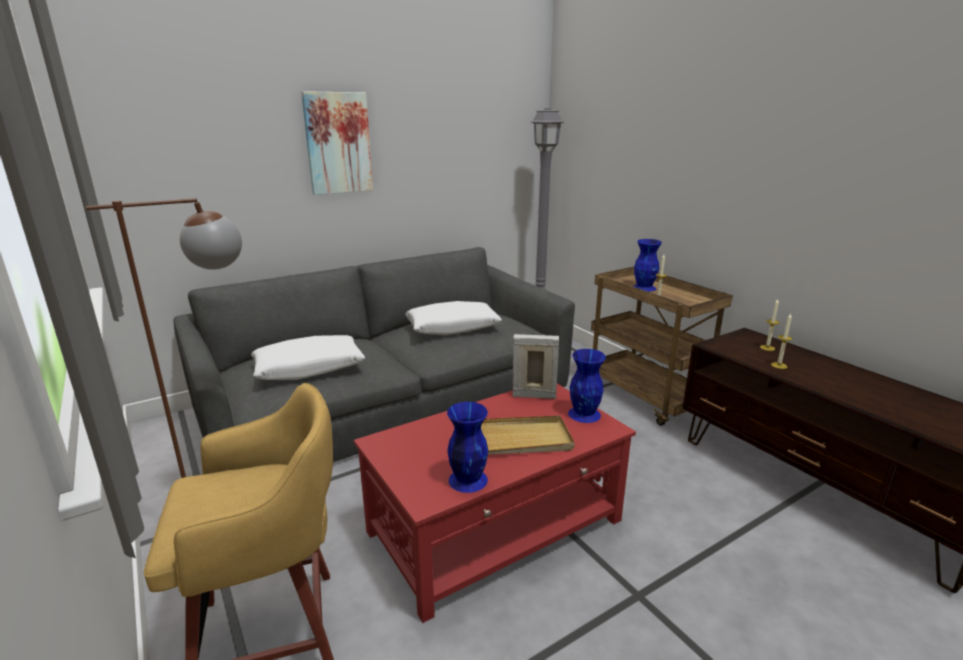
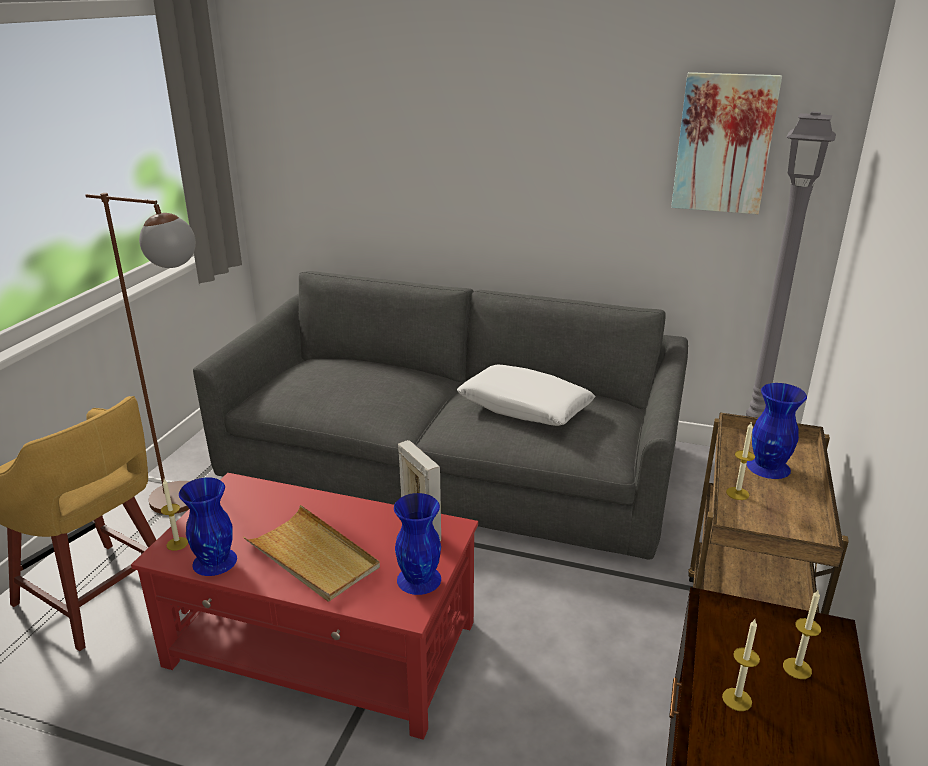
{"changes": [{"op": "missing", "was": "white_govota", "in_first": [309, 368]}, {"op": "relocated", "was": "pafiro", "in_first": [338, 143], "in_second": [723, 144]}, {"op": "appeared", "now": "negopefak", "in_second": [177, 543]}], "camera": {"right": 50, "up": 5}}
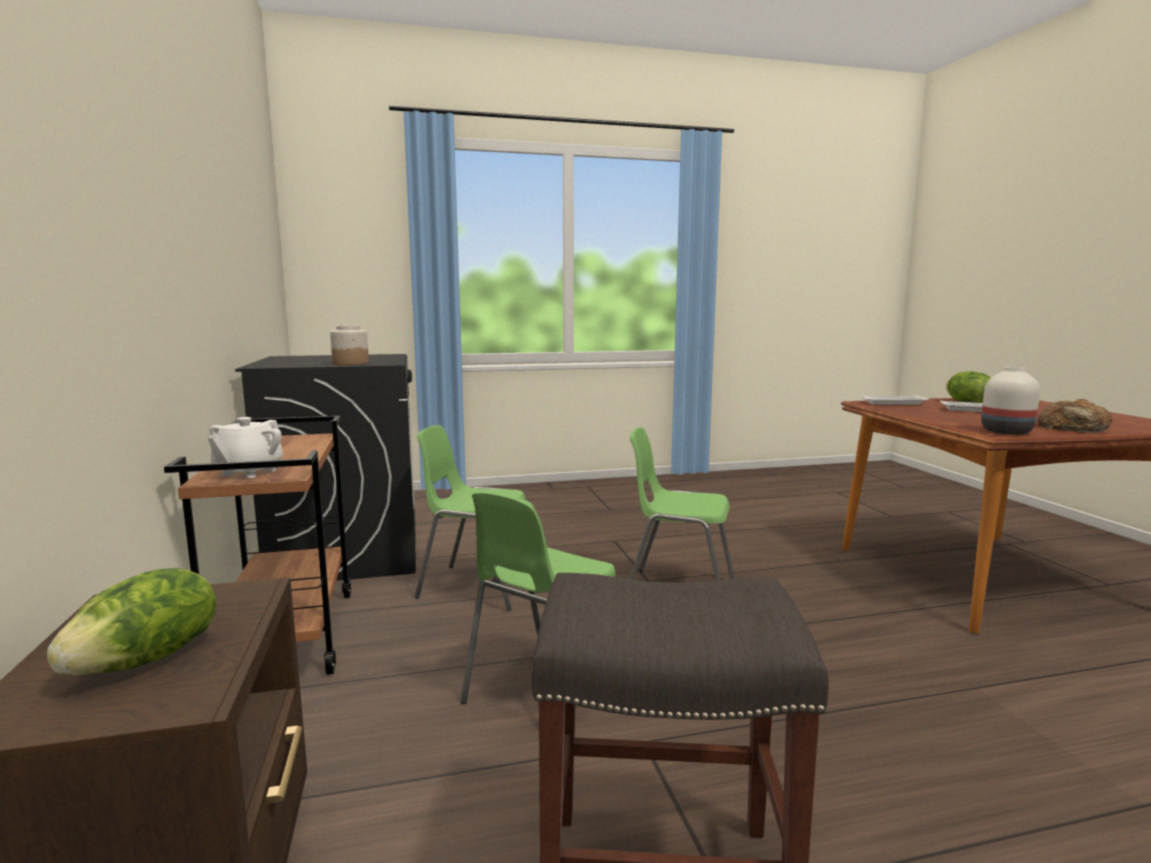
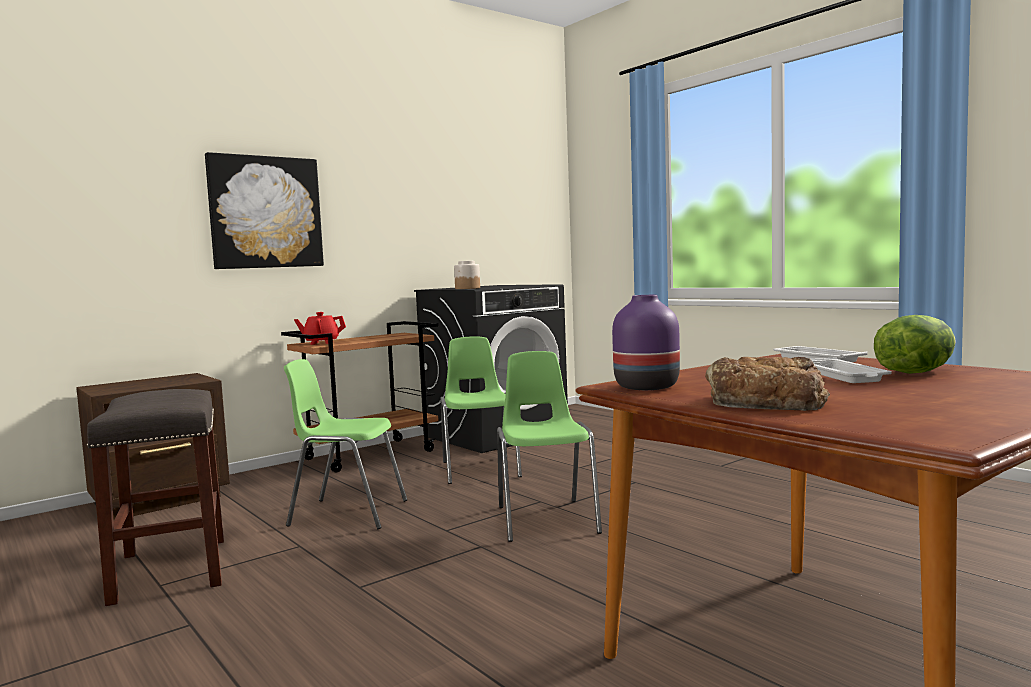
{"changes": [{"op": "missing", "was": "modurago", "in_first": [148, 660]}, {"op": "colour", "was": "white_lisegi", "now": "red_lisegi", "in_first": [248, 472], "in_second": [321, 343]}, {"op": "colour", "was": "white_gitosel", "now": "purple_gitosel", "in_first": [1005, 431], "in_second": [645, 386]}, {"op": "appeared", "now": "pafiro", "in_second": [265, 212]}], "camera": {"right": 65, "up": -5}}
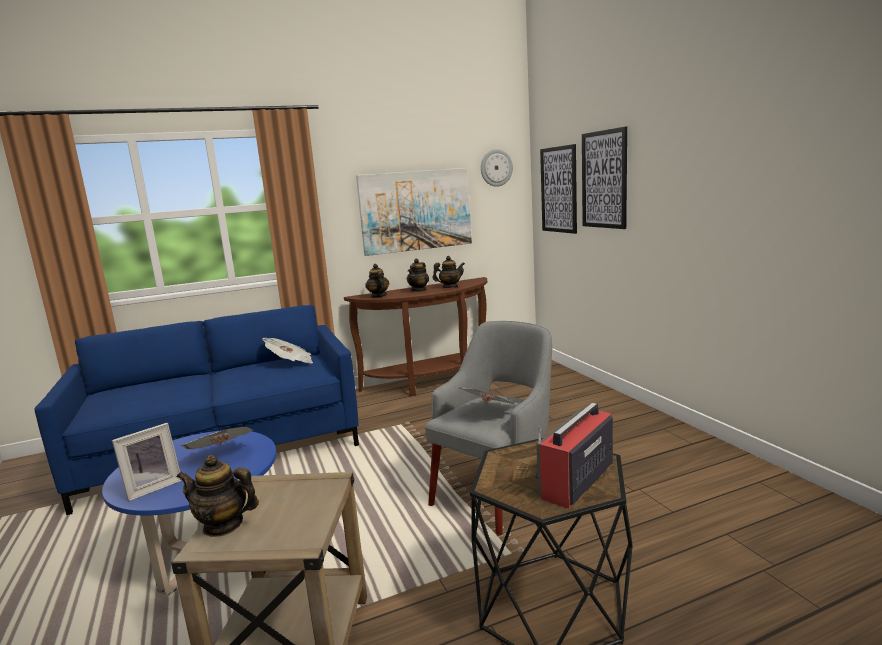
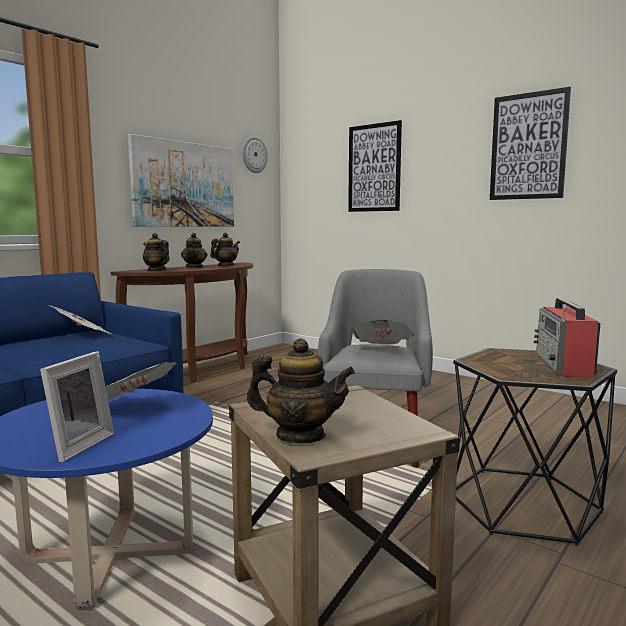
{"changes": [{"op": "spun", "was": "lisegi", "in_first": [223, 525], "in_second": [300, 436], "clockwise": -150}, {"op": "relocated", "was": "pafiro", "in_first": [559, 190], "in_second": [528, 146]}], "camera": {"right": -30, "up": -5}}
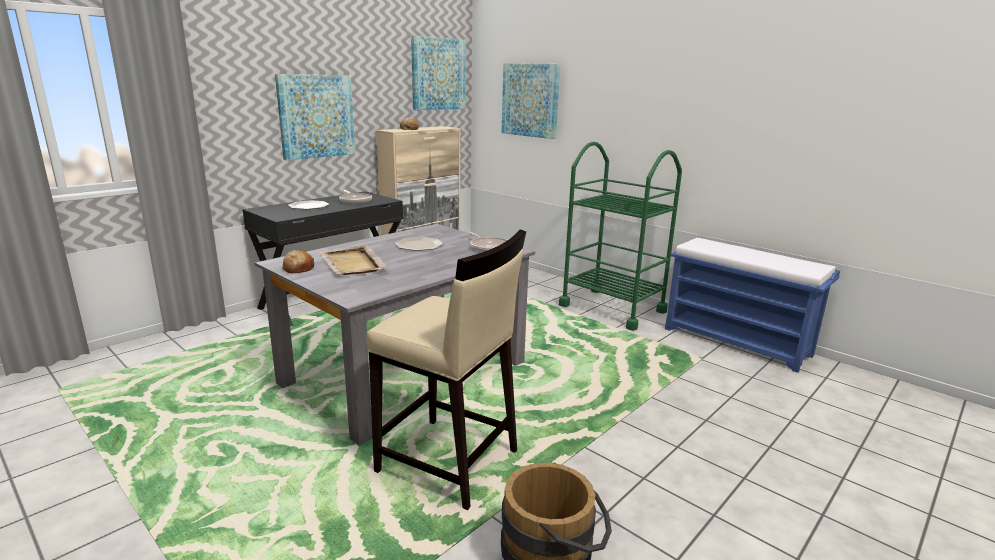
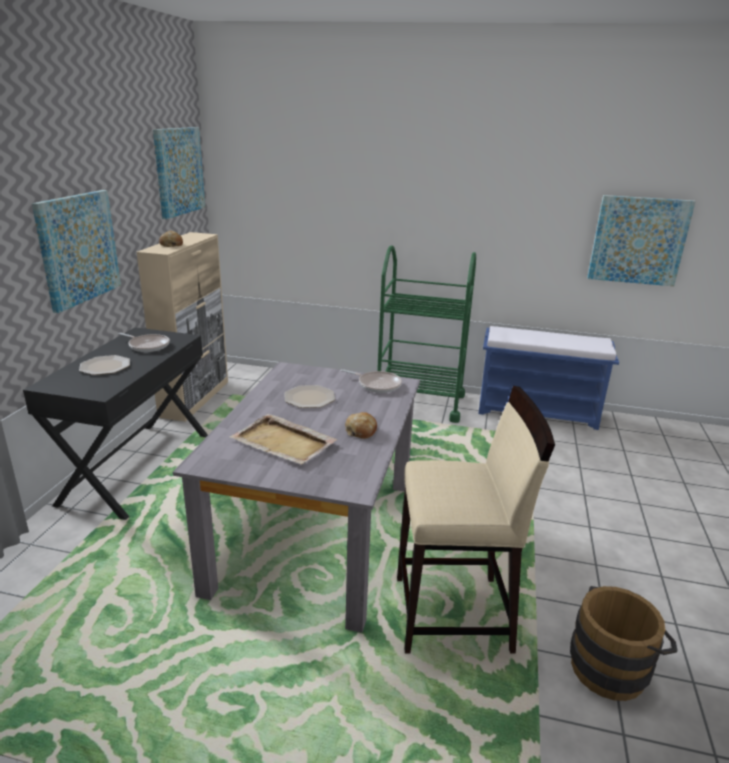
{"changes": [{"op": "relocated", "was": "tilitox", "in_first": [298, 268], "in_second": [361, 431]}, {"op": "relocated", "was": "pafiro", "in_first": [530, 100], "in_second": [638, 240]}], "camera": {"right": -30, "up": 5}}
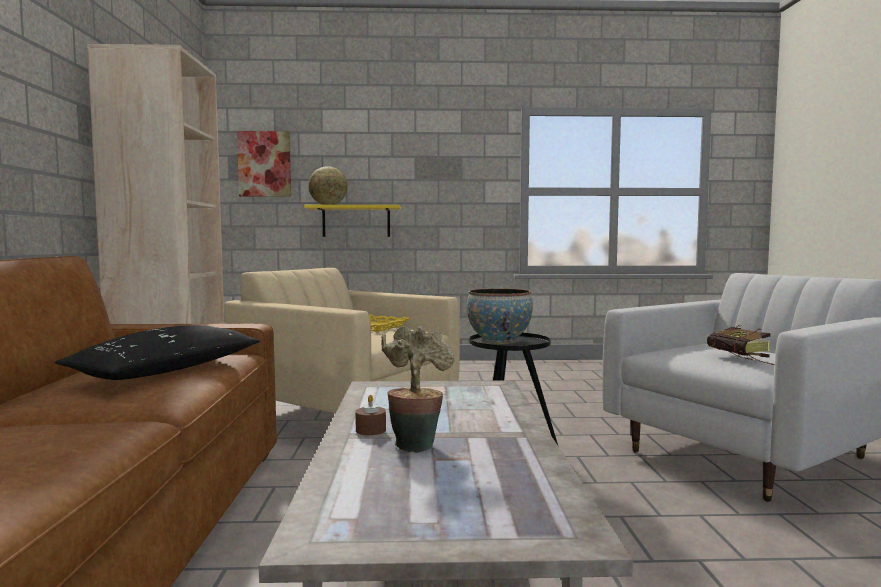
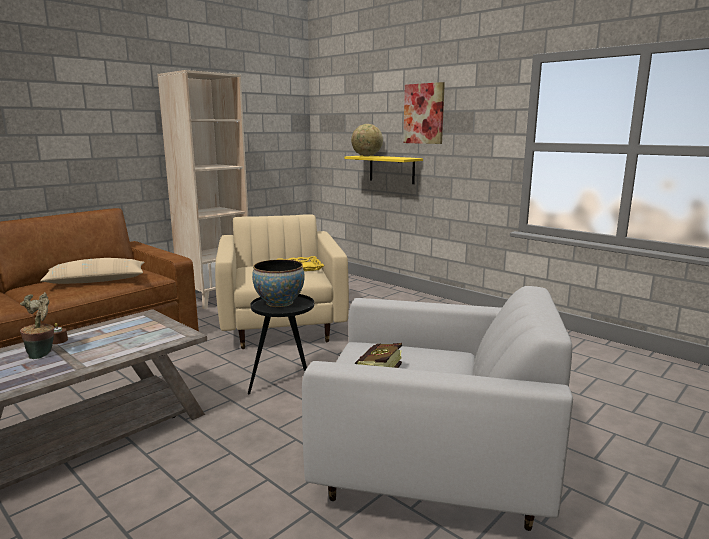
{"changes": [{"op": "colour", "was": "black_govota", "now": "beige_govota", "in_first": [168, 371], "in_second": [96, 281]}, {"op": "relocated", "was": "pafiro", "in_first": [264, 164], "in_second": [424, 113]}], "camera": {"right": 45, "up": 10}}
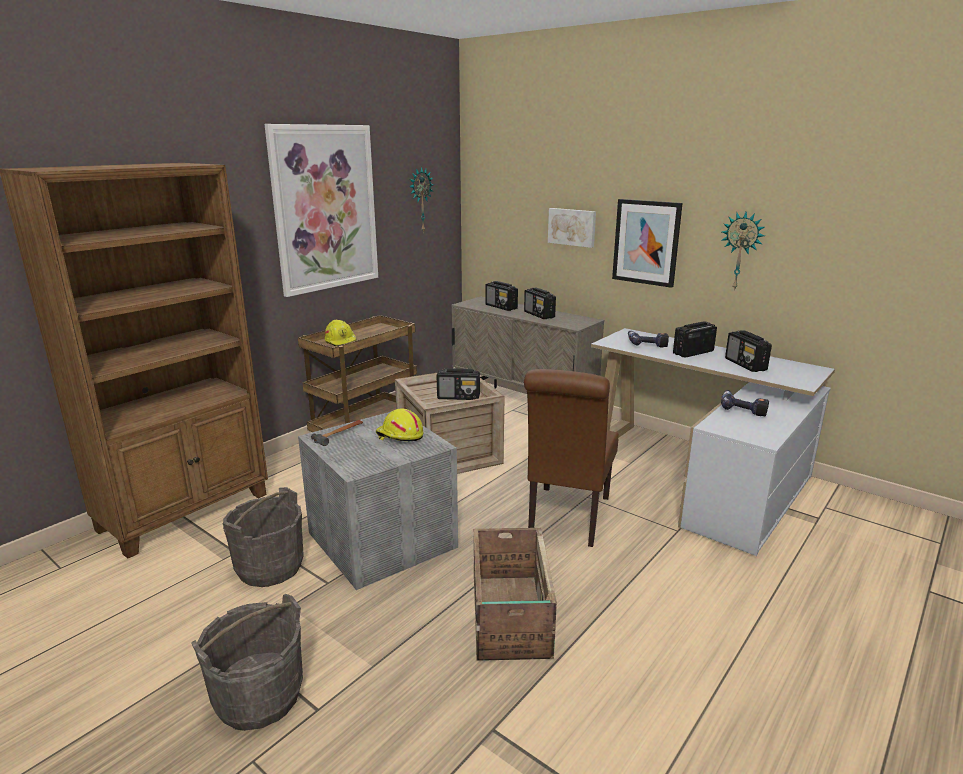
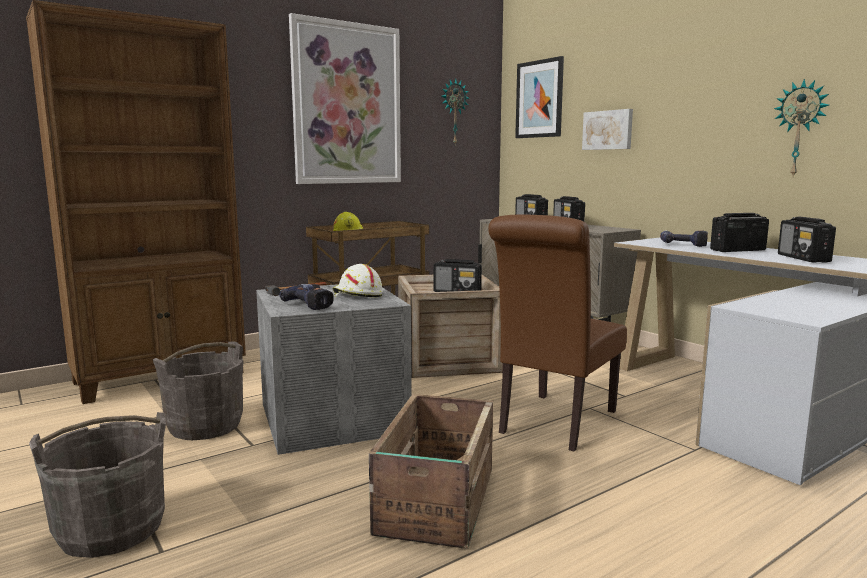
{"changes": [{"op": "colour", "was": "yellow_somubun", "now": "white_somubun", "in_first": [399, 436], "in_second": [357, 295]}, {"op": "relocated", "was": "pafiro", "in_first": [646, 242], "in_second": [539, 99]}, {"op": "relocated", "was": "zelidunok", "in_first": [743, 408], "in_second": [313, 304]}], "camera": {"right": 15, "up": -10}}
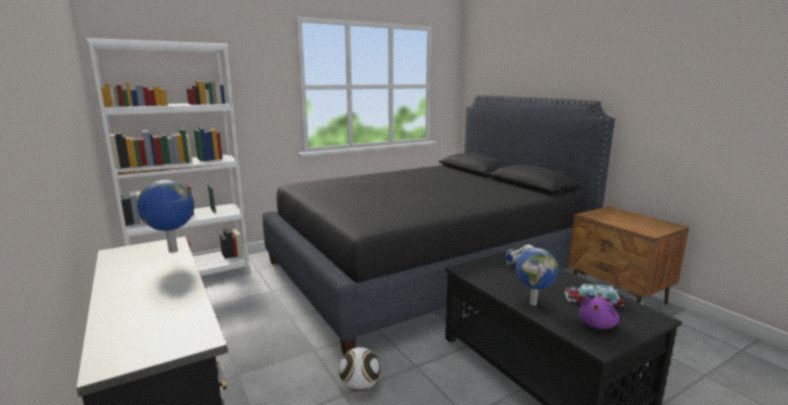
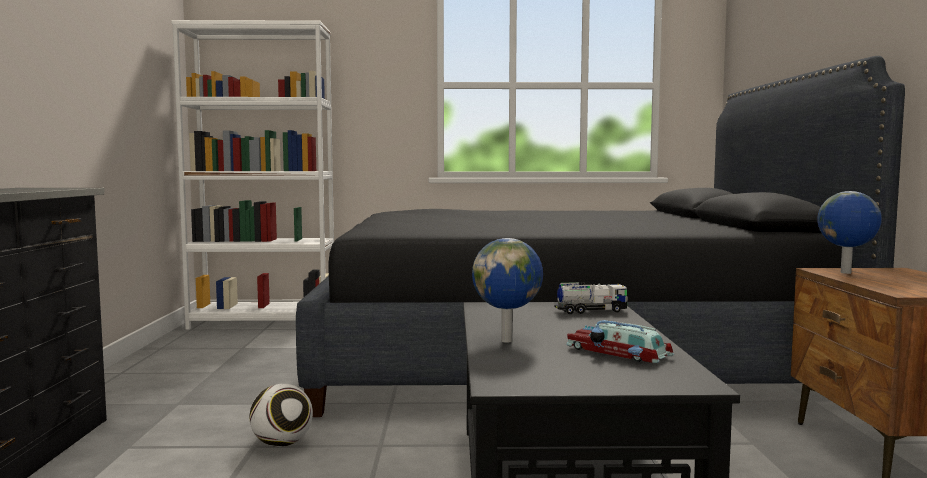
{"changes": [{"op": "relocated", "was": "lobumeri", "in_first": [173, 251], "in_second": [846, 273]}, {"op": "missing", "was": "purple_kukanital", "in_first": [597, 324]}], "camera": {"right": 30, "up": -10}}
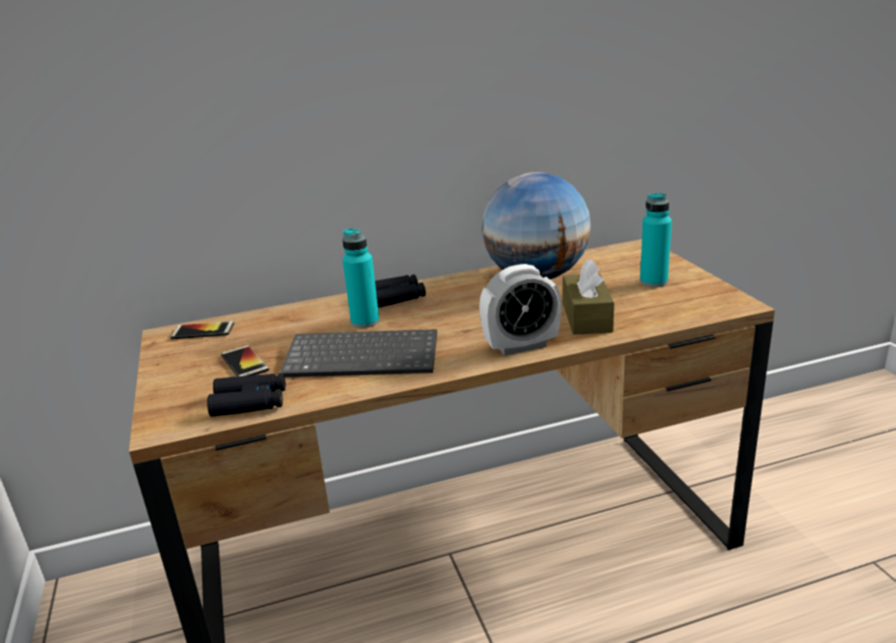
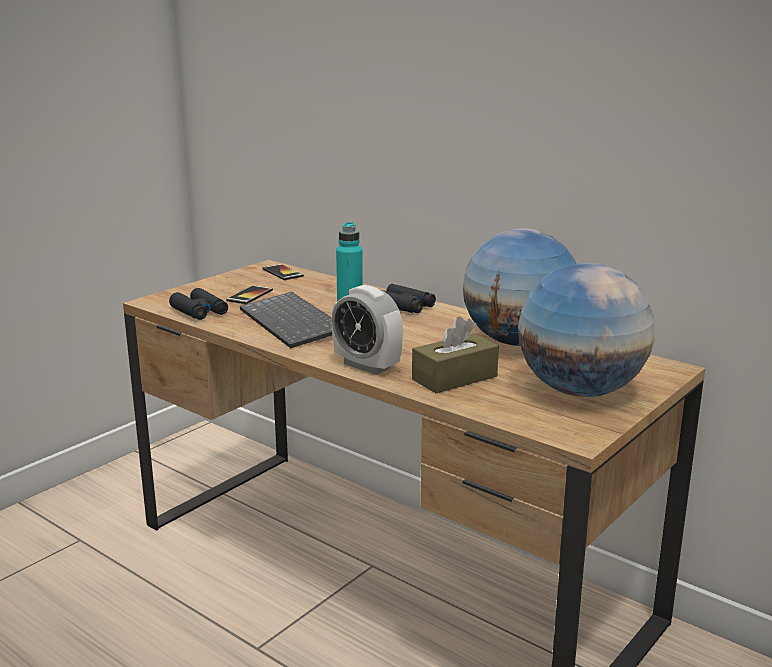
{"changes": [{"op": "exchanged", "was": "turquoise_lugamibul", "now": "lobumeri", "in_first": [653, 282], "in_second": [580, 390]}], "camera": {"right": 55, "up": -5}}
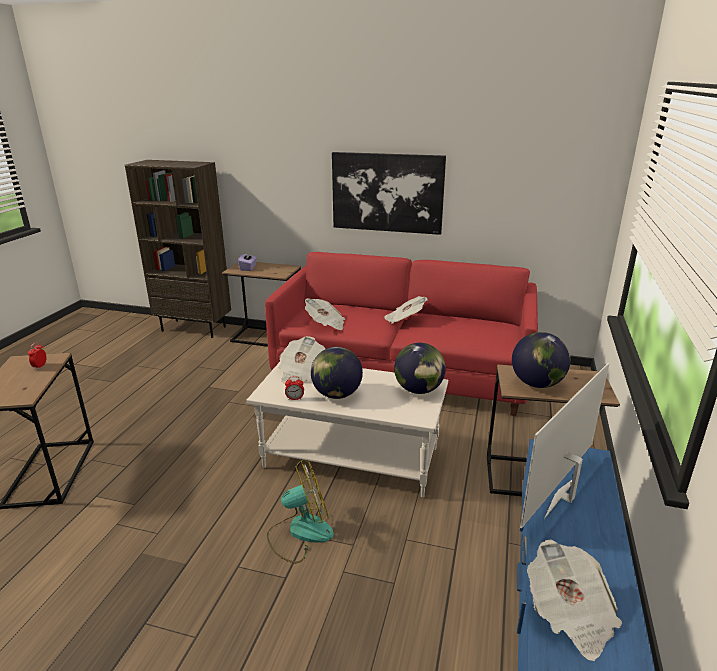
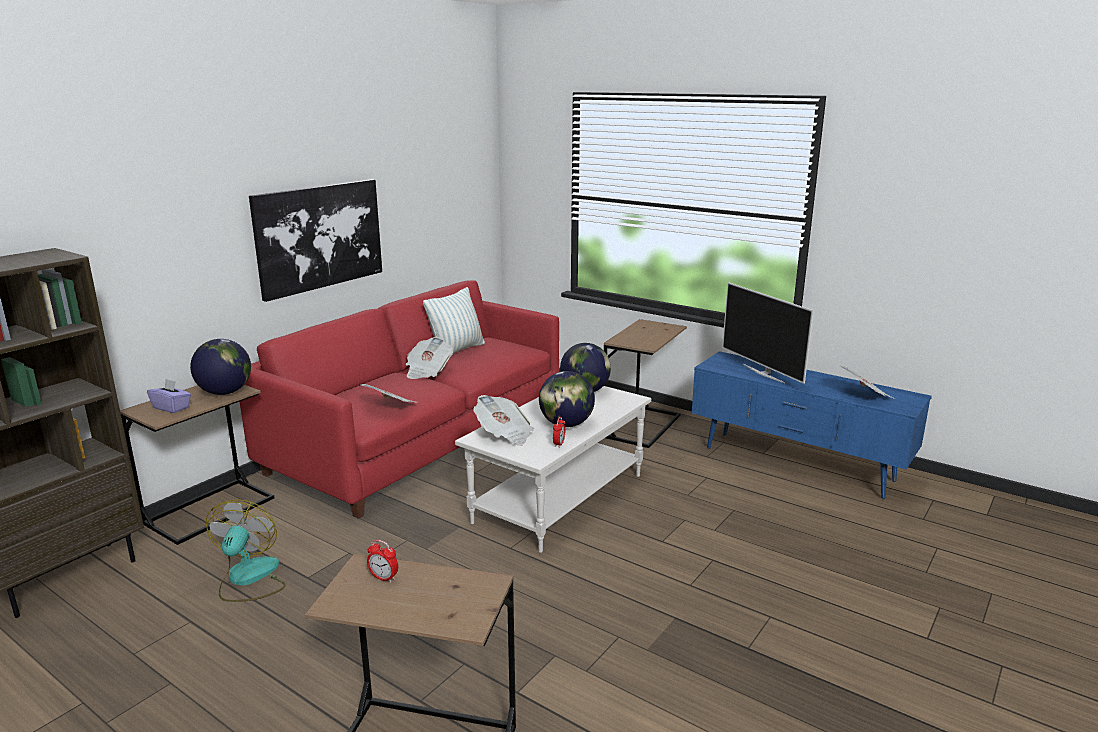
{"changes": [{"op": "relocated", "was": "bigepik", "in_first": [300, 532], "in_second": [248, 579]}, {"op": "relocated", "was": "lobumeri", "in_first": [537, 384], "in_second": [225, 392]}, {"op": "appeared", "now": "govota", "in_second": [456, 350]}], "camera": {"right": -70, "up": -5}}
